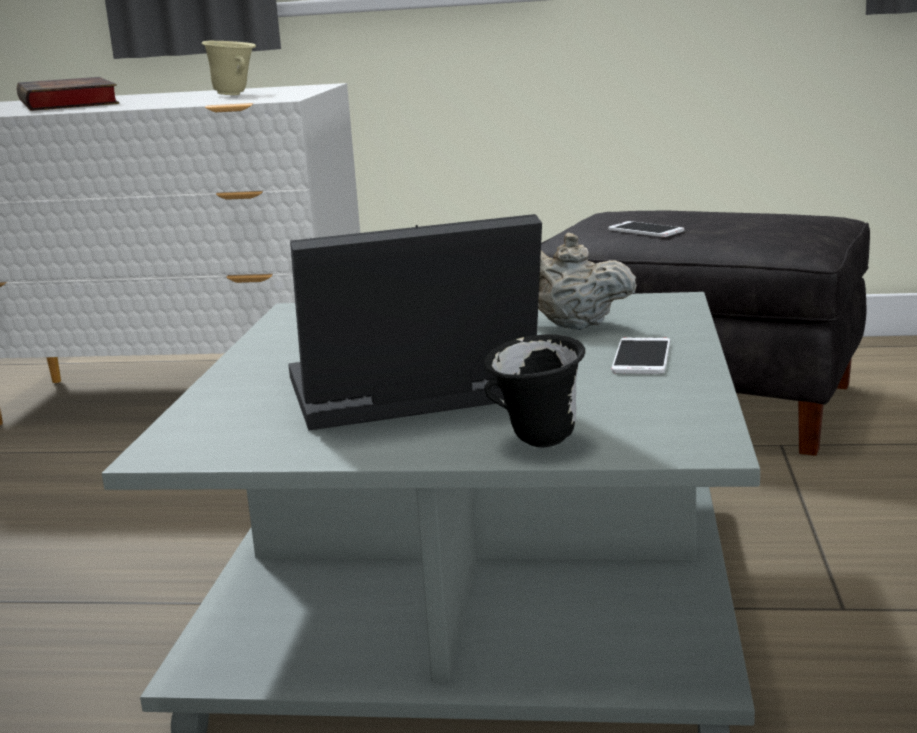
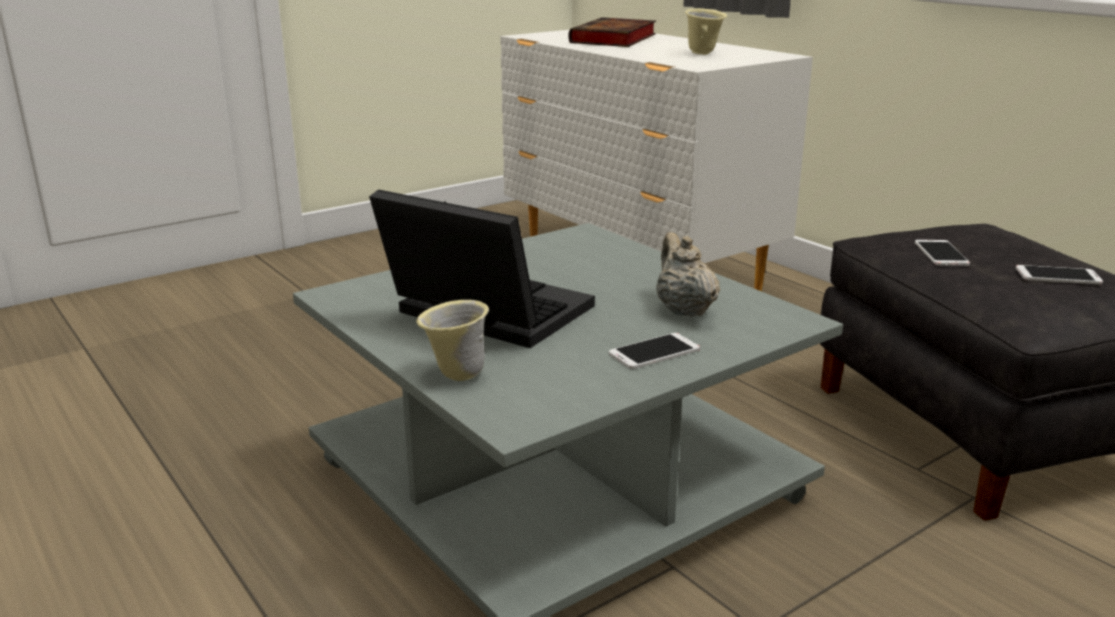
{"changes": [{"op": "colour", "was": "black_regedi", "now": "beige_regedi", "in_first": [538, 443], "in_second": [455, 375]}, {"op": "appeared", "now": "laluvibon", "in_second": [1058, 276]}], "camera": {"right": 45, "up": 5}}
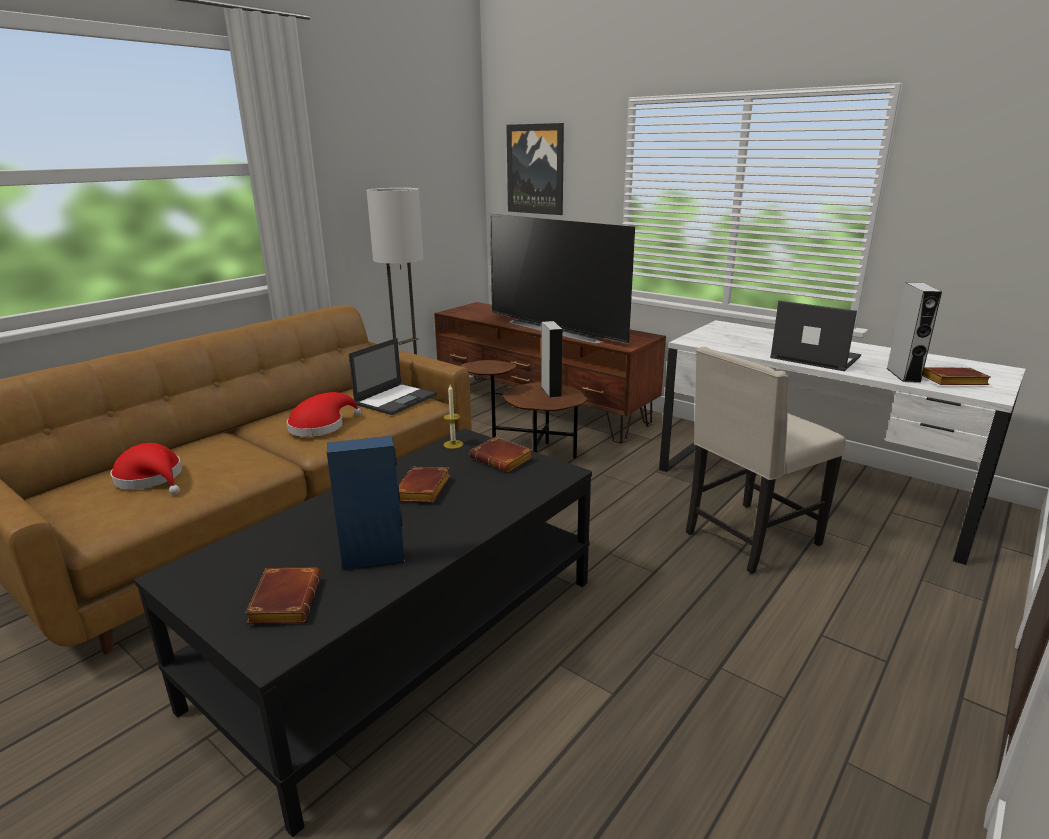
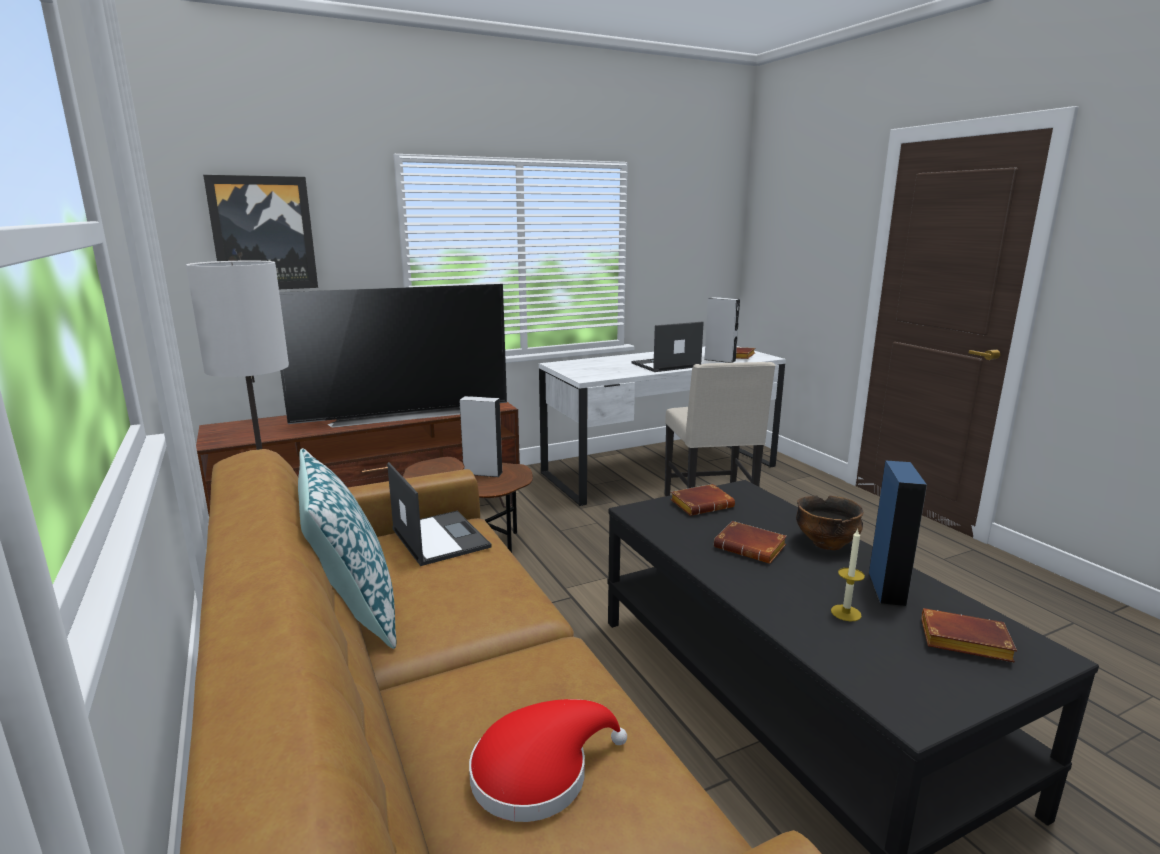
{"changes": [{"op": "missing", "was": "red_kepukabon", "in_first": [320, 426]}, {"op": "relocated", "was": "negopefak", "in_first": [453, 444], "in_second": [846, 613]}, {"op": "appeared", "now": "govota", "in_second": [353, 609]}, {"op": "appeared", "now": "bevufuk", "in_second": [826, 543]}], "camera": {"right": -65, "up": -5}}
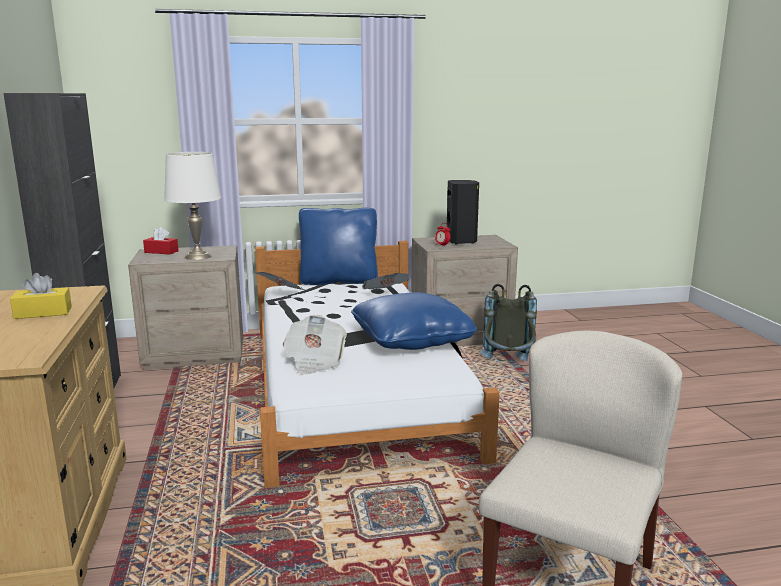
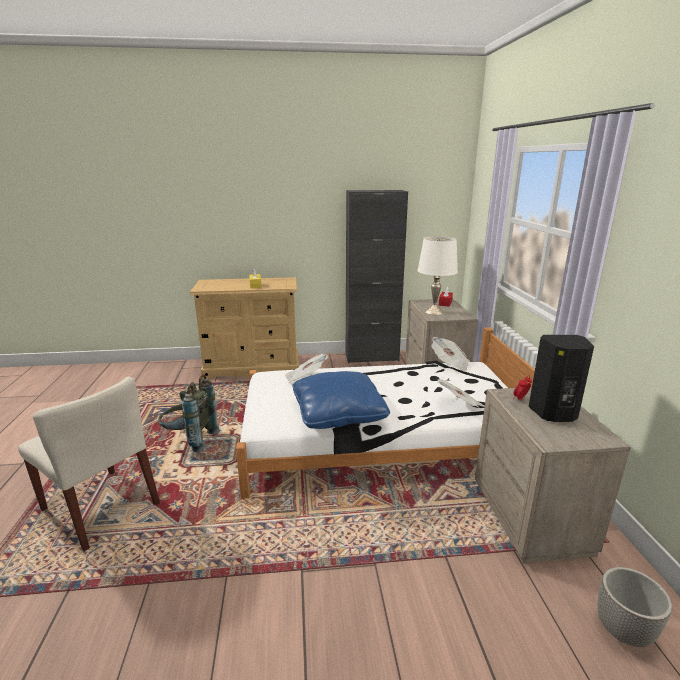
{"changes": [{"op": "missing", "was": "blue_govota", "in_first": [338, 281]}, {"op": "relocated", "was": "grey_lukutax", "in_first": [508, 366], "in_second": [189, 440]}, {"op": "appeared", "now": "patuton", "in_second": [624, 630]}], "camera": {"right": 95, "up": 5}}
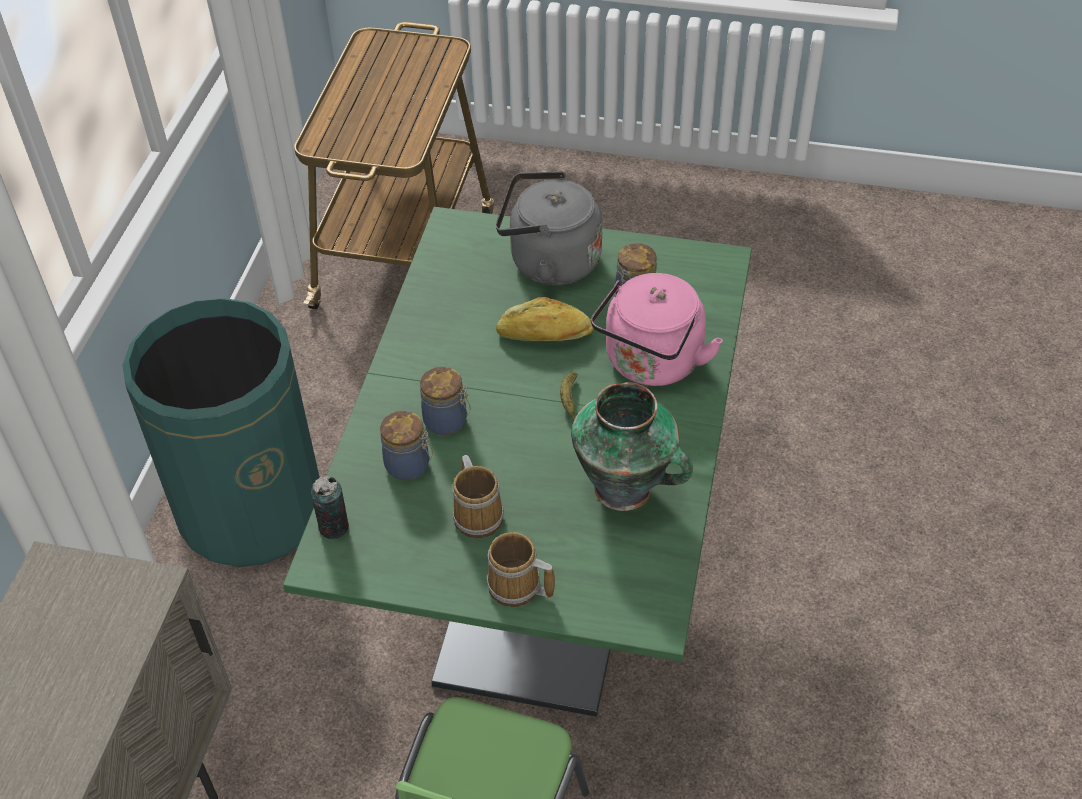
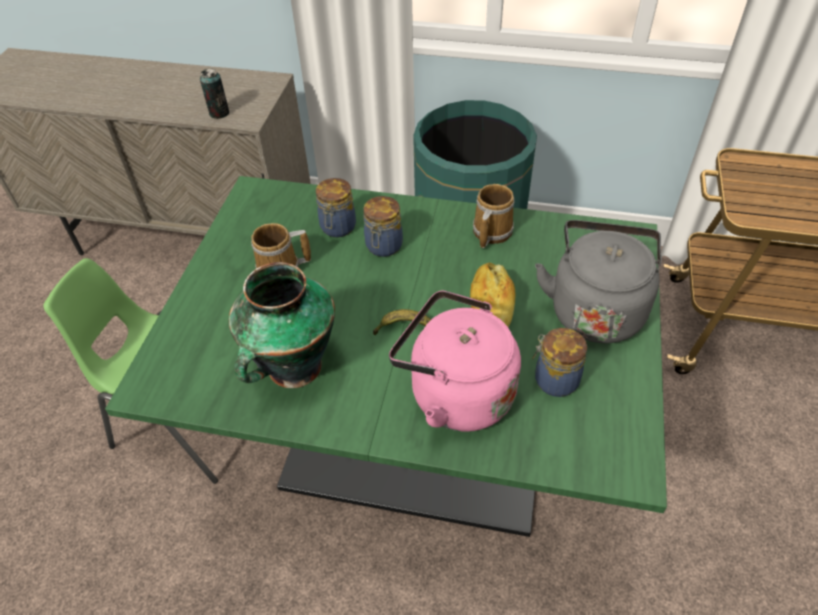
{"changes": [{"op": "relocated", "was": "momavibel", "in_first": [334, 527], "in_second": [219, 113]}, {"op": "relocated", "was": "regedi", "in_first": [517, 588], "in_second": [490, 232]}], "camera": {"right": 90, "up": 0}}
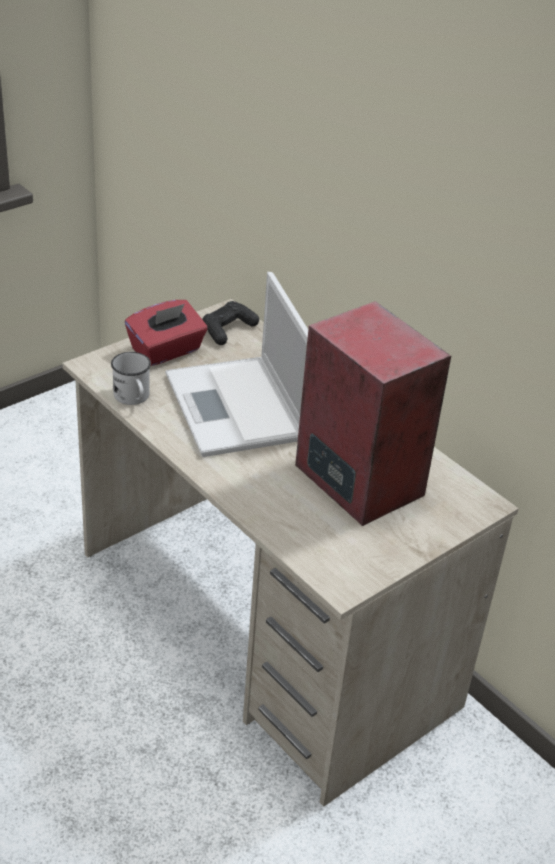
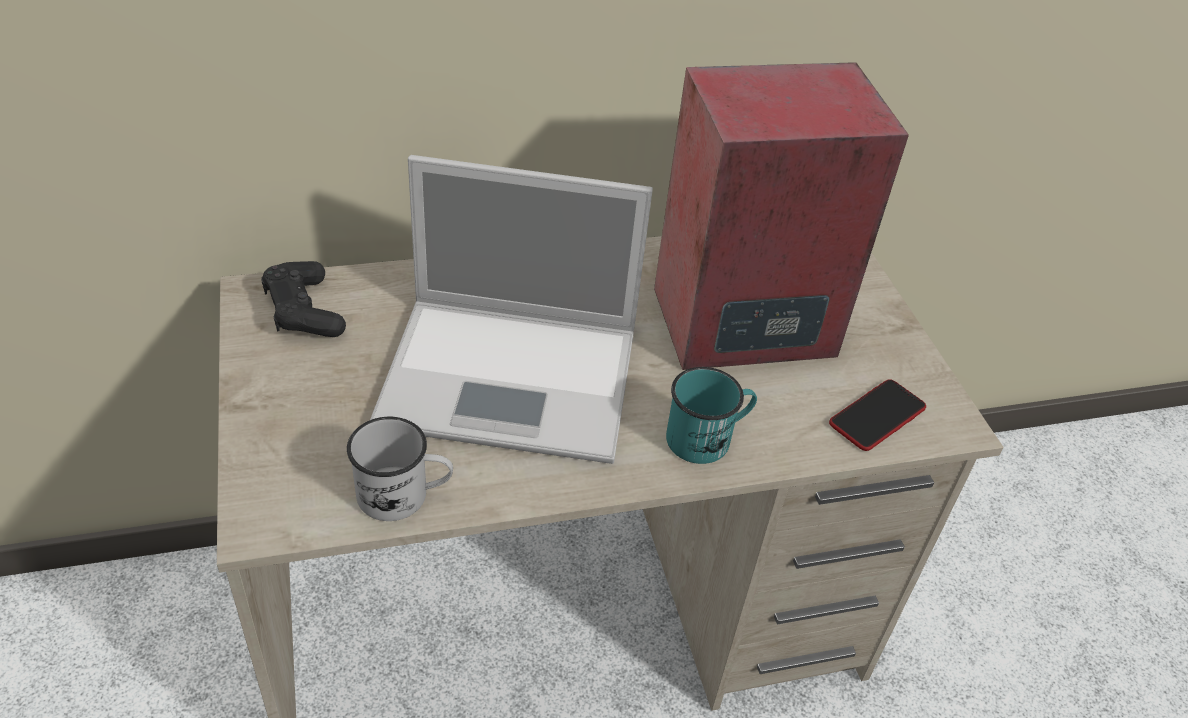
{"changes": [{"op": "missing", "was": "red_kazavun", "in_first": [166, 351]}, {"op": "appeared", "now": "turquoise_regedi", "in_second": [707, 438]}, {"op": "appeared", "now": "laluvibon", "in_second": [877, 416]}], "camera": {"right": -65, "up": 5}}
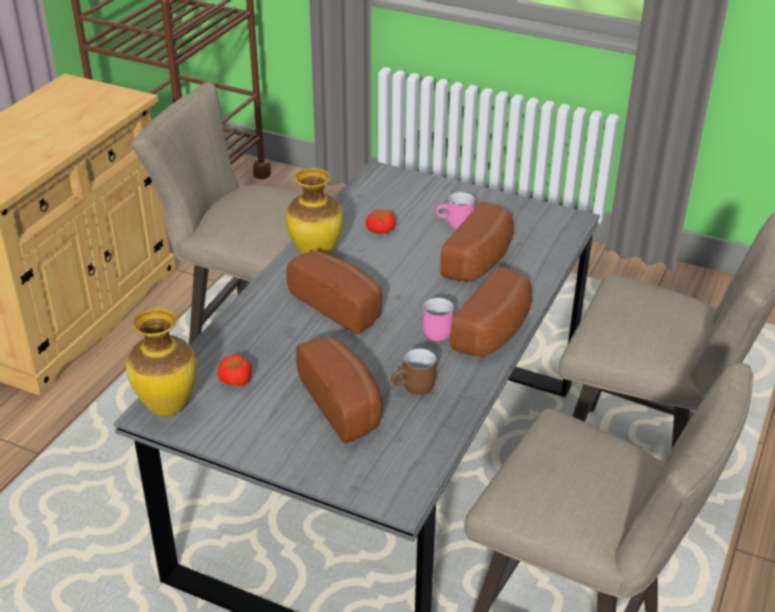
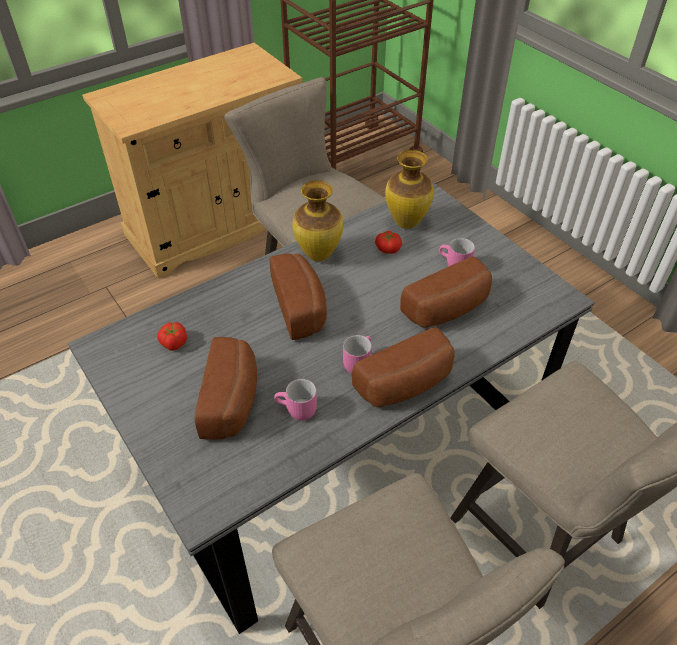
{"changes": [{"op": "relocated", "was": "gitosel", "in_first": [167, 407], "in_second": [406, 222]}, {"op": "colour", "was": "brown_regedi", "now": "pink_regedi", "in_first": [414, 388], "in_second": [297, 411]}], "camera": {"right": 30, "up": 10}}
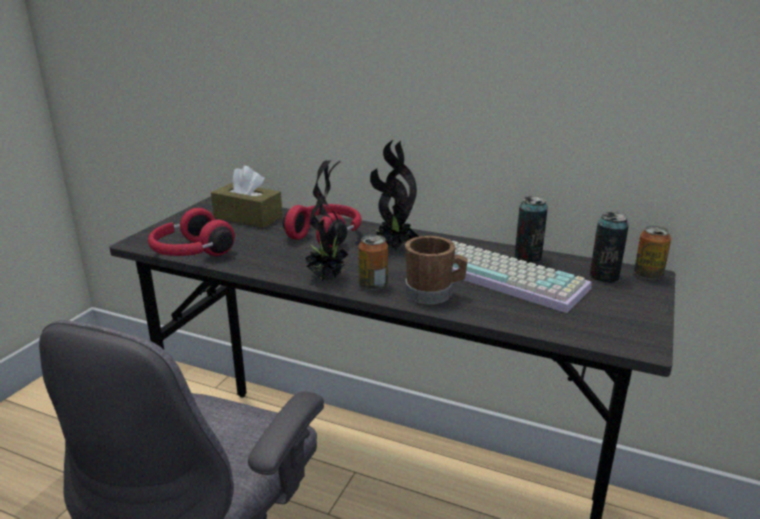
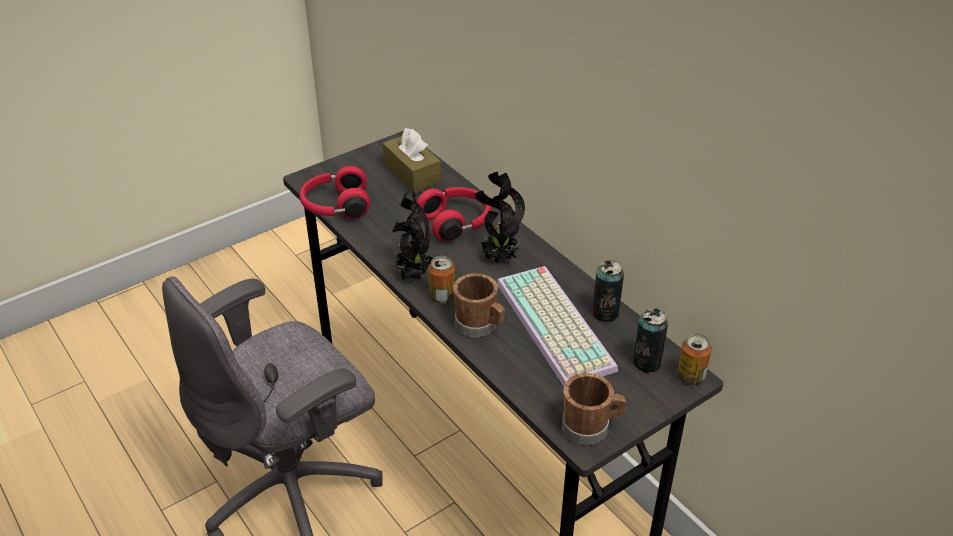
{"changes": [{"op": "appeared", "now": "brown_regedi", "in_second": [590, 427]}], "camera": {"right": 30, "up": 15}}
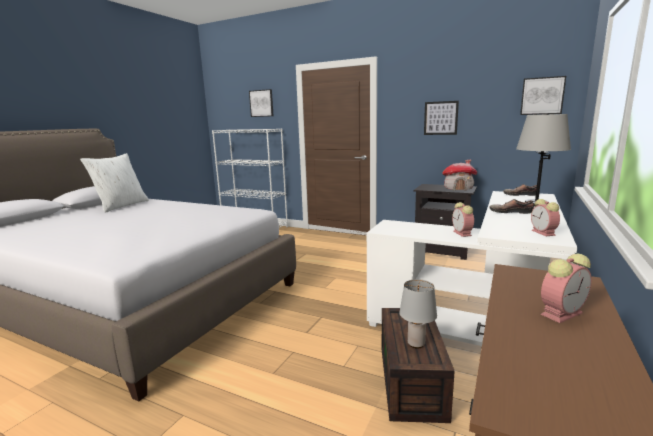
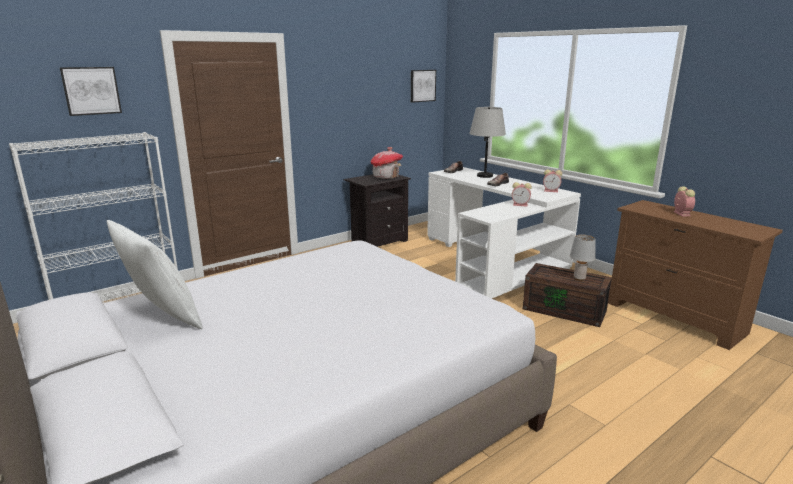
{"changes": [{"op": "missing", "was": "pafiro", "in_first": [440, 118]}], "camera": {"right": -65, "up": 5}}
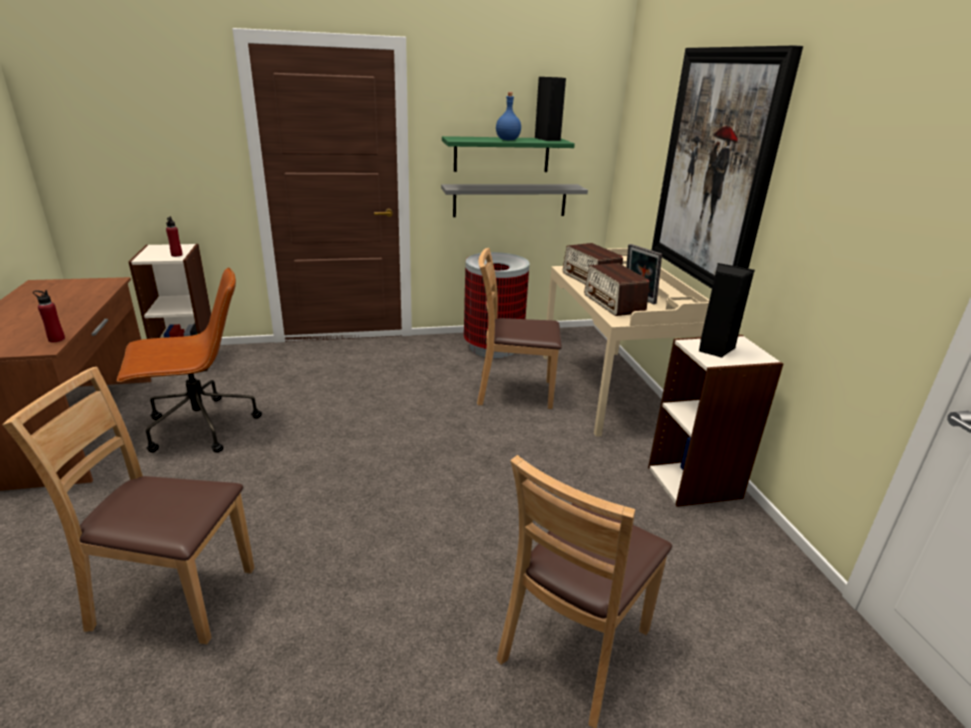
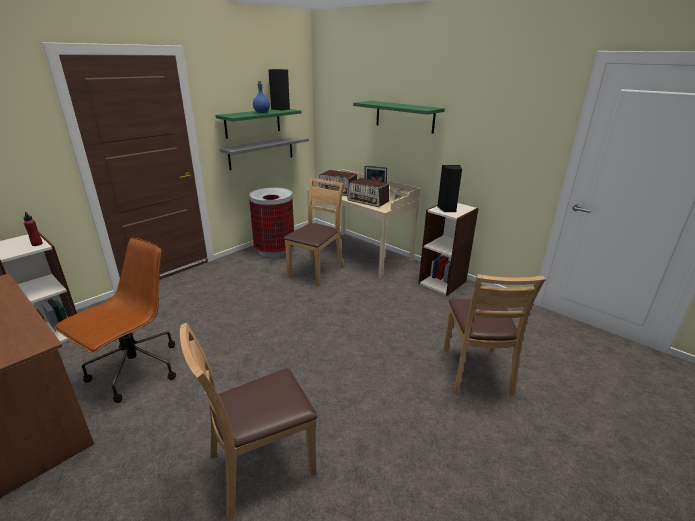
{"changes": [{"op": "missing", "was": "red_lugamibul", "in_first": [56, 339]}, {"op": "spun", "was": "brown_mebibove", "in_first": [514, 392], "in_second": [316, 271], "clockwise": 150}, {"op": "exchanged", "was": "pafiro", "now": "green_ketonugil", "in_first": [715, 169], "in_second": [404, 116]}], "camera": {"right": -35, "up": 0}}
